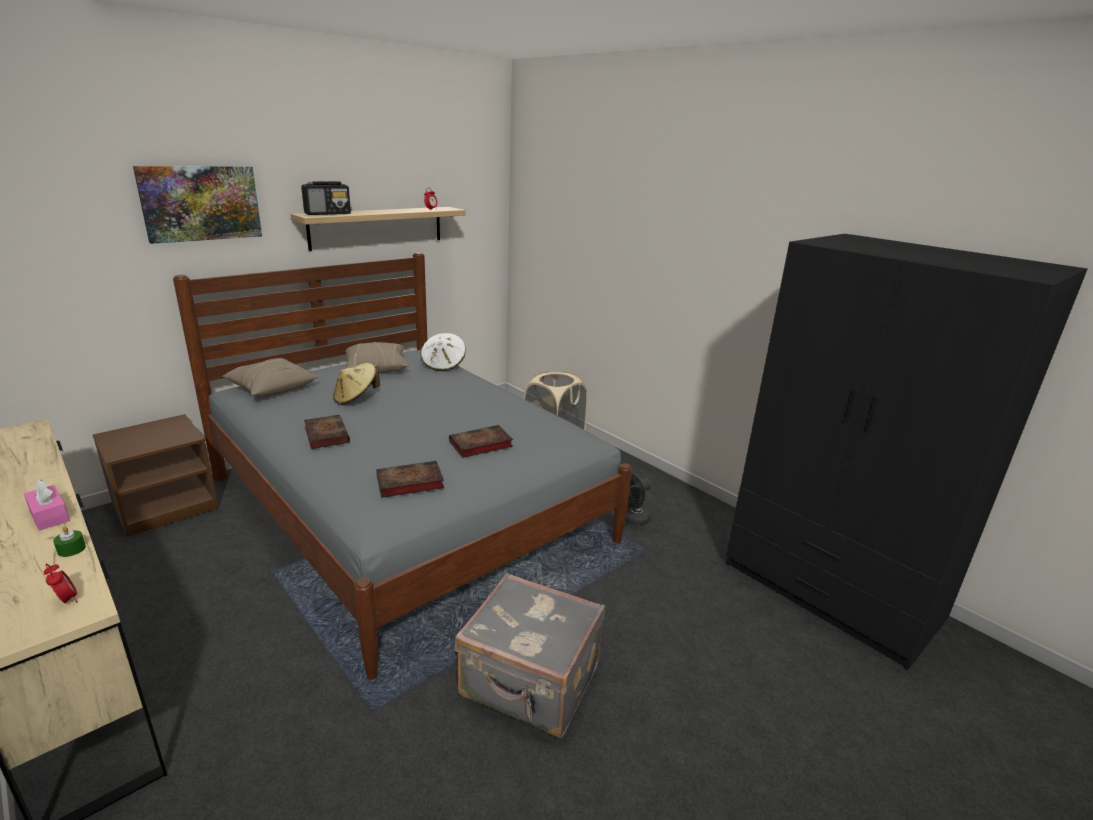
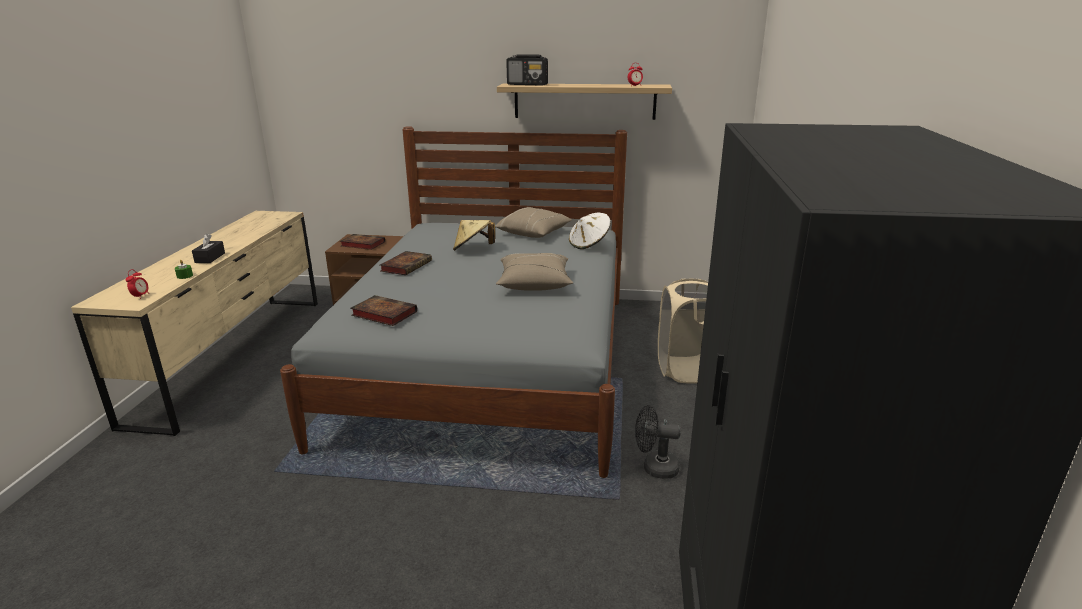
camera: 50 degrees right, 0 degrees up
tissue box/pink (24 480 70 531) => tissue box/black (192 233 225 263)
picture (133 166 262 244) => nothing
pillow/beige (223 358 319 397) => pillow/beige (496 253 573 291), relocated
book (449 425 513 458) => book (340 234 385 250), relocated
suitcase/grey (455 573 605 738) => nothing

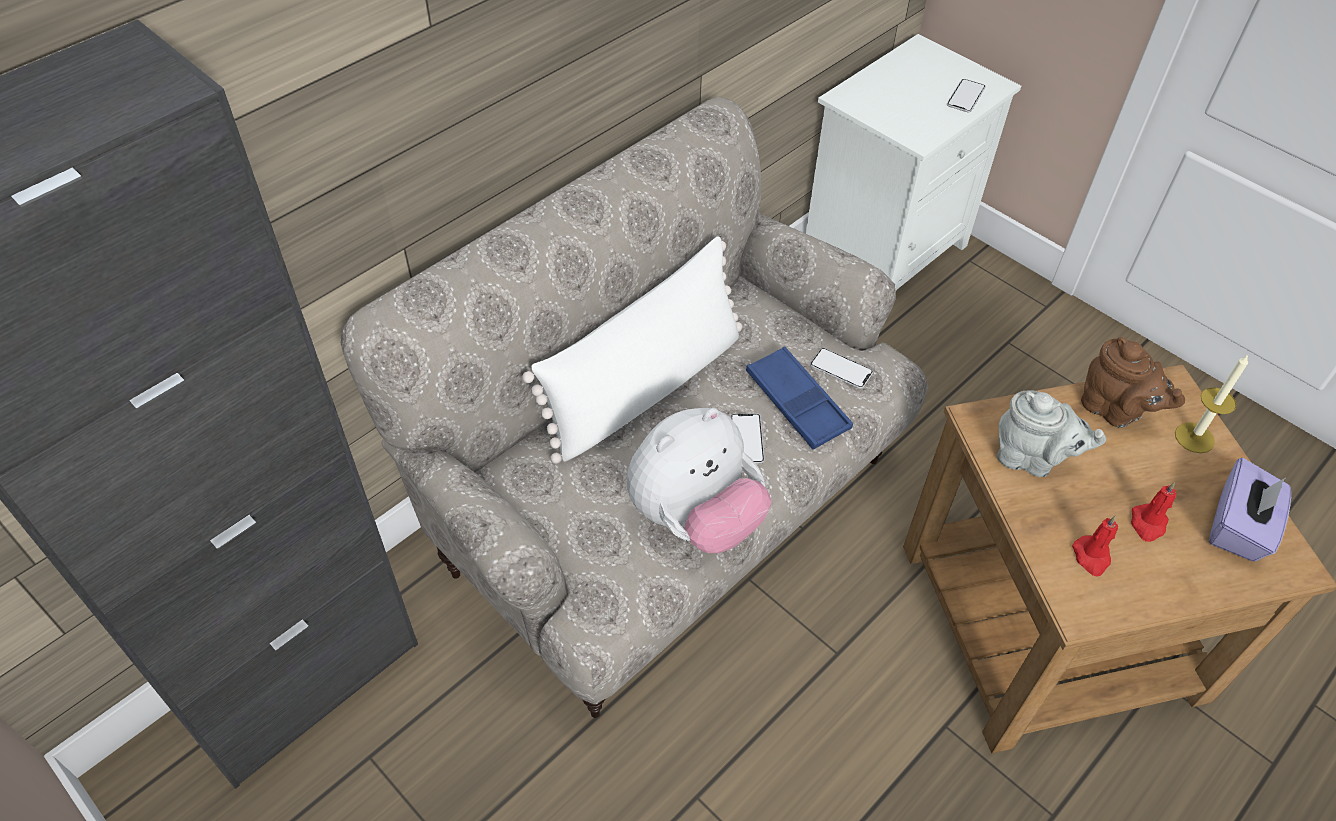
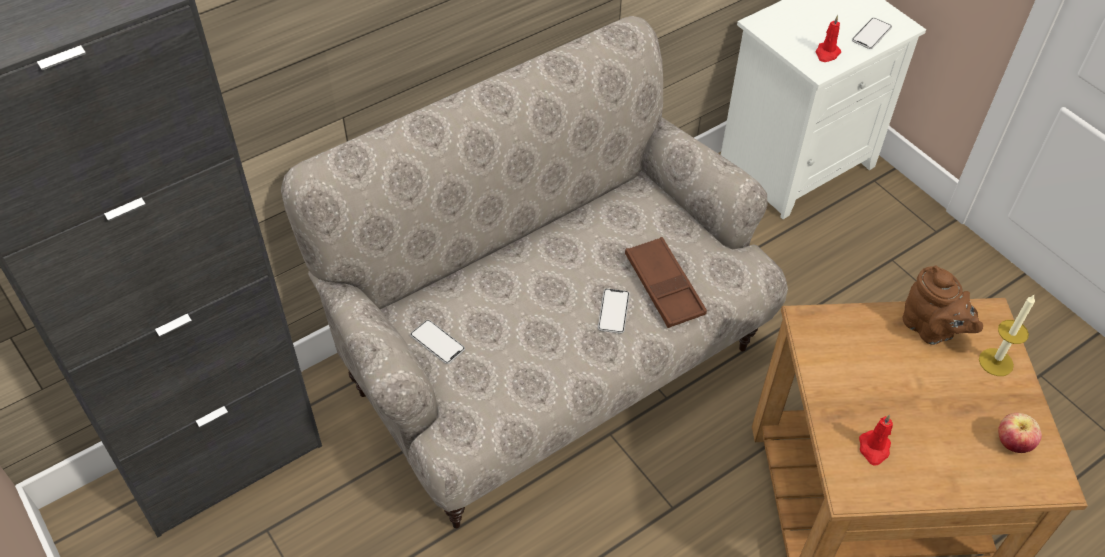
camera: 10 degrees right, 0 degrees up
pillow/white (522 237 742 464) => nothing
plush toy (627 408 771 553) => nothing
tray/blue (746 346 853 450) => tray/brown (625 237 707 328)
phone (810 348 873 389) => phone (410 320 465 364), relocated
teapot/grey (997 390 1106 477) => nothing
candle/red (1131 482 1176 542) => candle/red (816 15 841 62), relocated
tissue box/purple (1209 458 1291 561) => apple (998 413 1042 453)

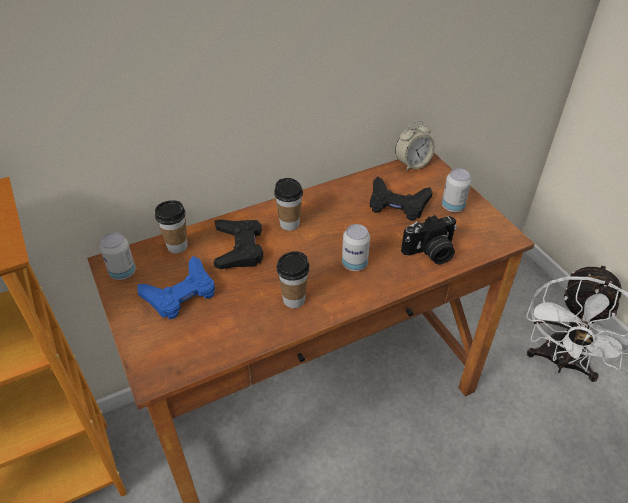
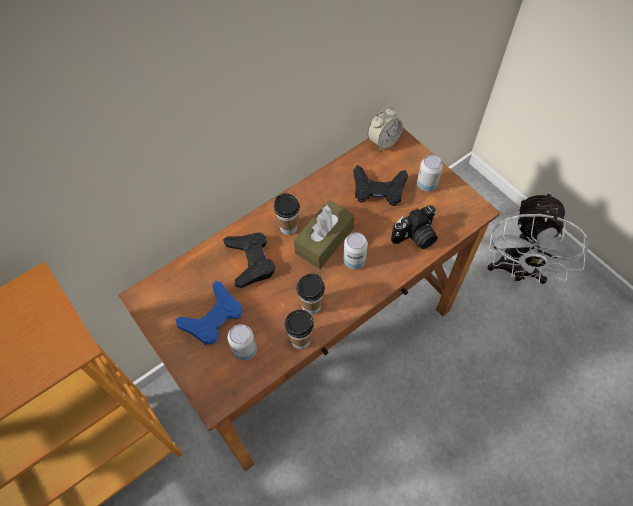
camera: 10 degrees left, 15 degrees up
can (100 232 136 280) => can (228 324 257 360), relocated
cup (155 200 188 254) => cup (284 310 314 349), relocated
nothing => tissue box/brown (294 200 354 269)

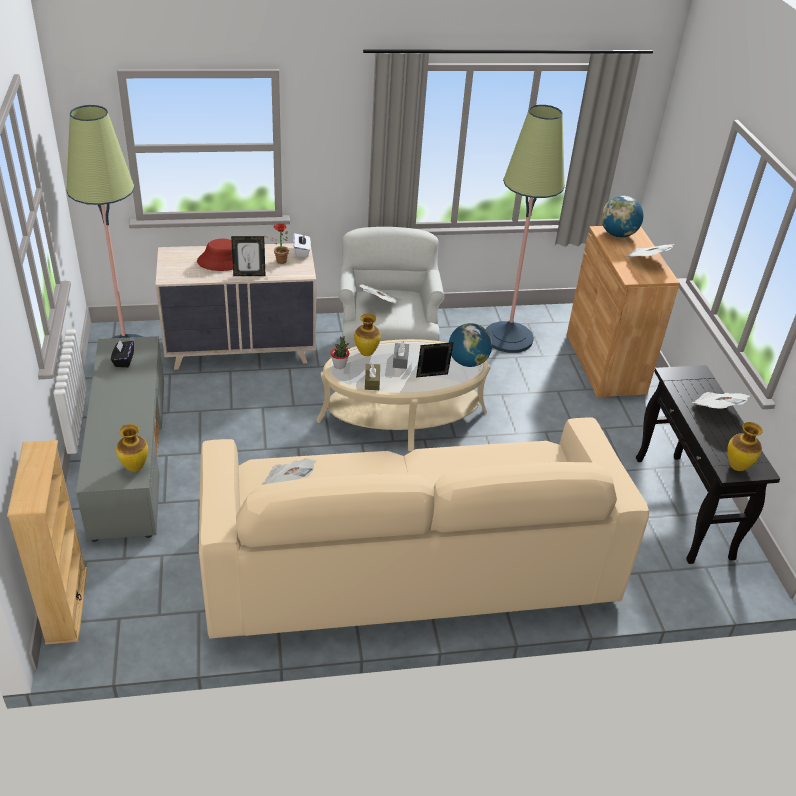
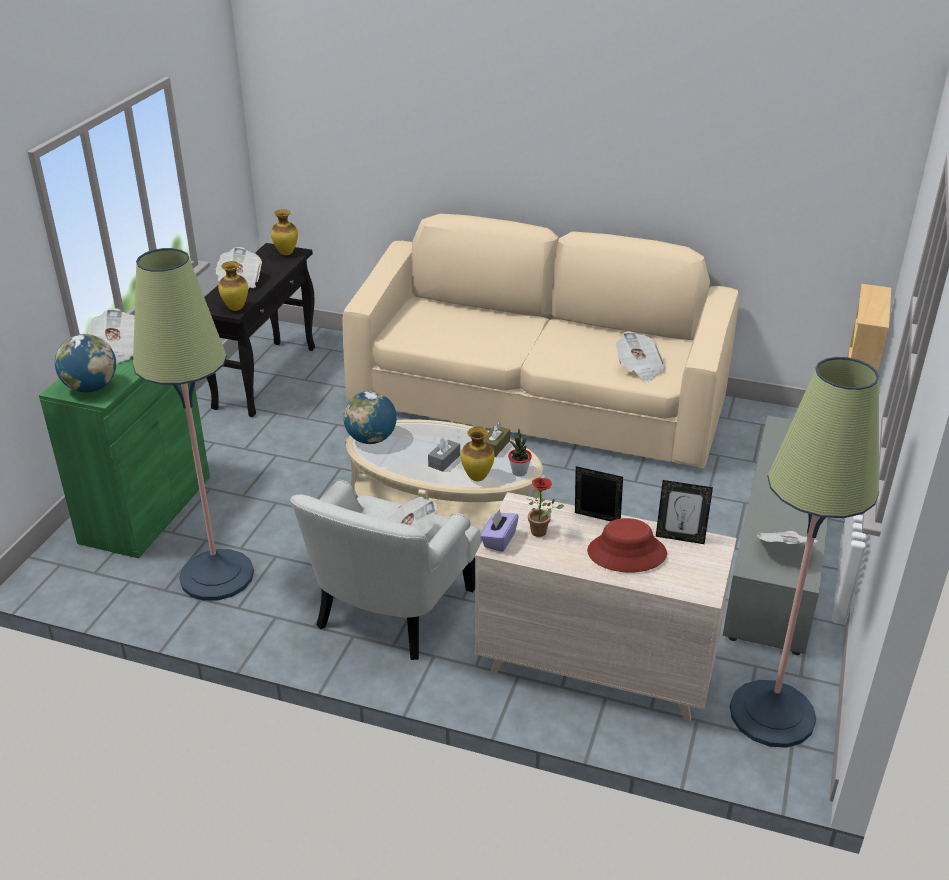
camera: 150 degrees left, 5 degrees down
tissue box/black (111 340 134 367) => newspaper (757 531 819 544)
vase (116 424 148 472) => vase (218 261 248 311), relocated
tissue box/white (293 233 311 257) => tissue box/purple (480 509 519 552)
picture frame (416 342 454 377) => picture frame (656 480 713 544), relocated
cabinet/brown (567 226 680 397) => cabinet/green (39 356 210 558)

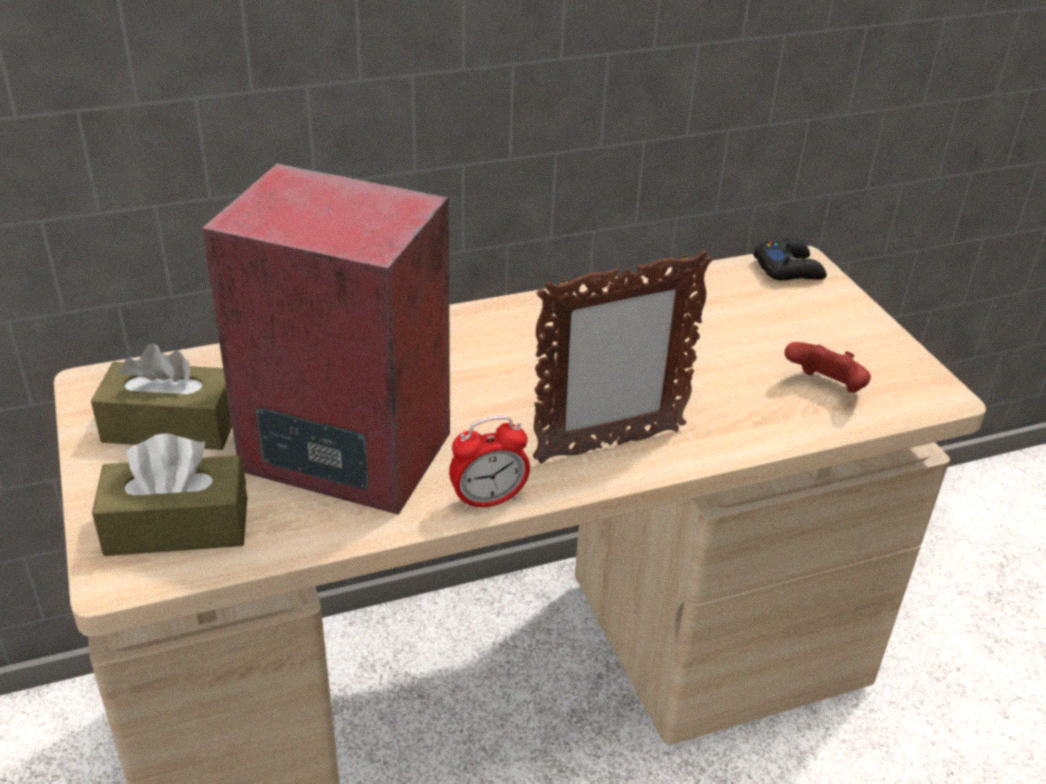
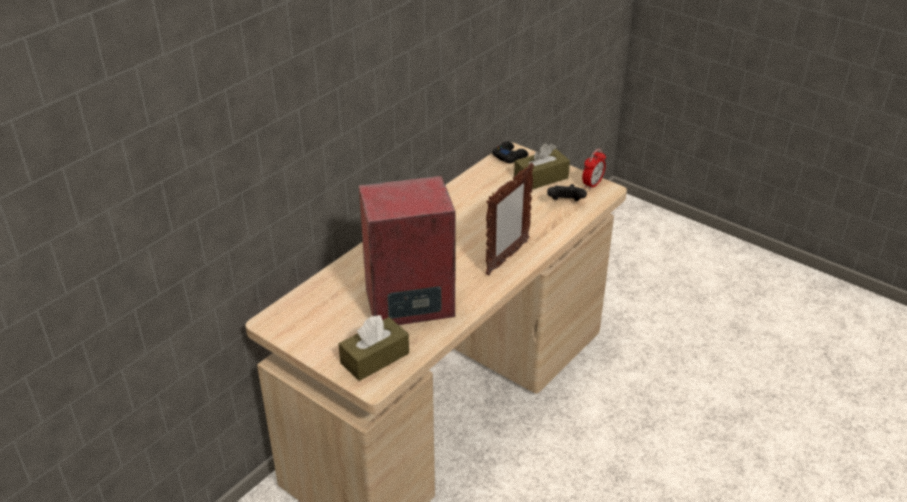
camera: 30 degrees left, 0 degrees up
tissue box/brown (91 343 232 450) => tissue box/brown (514 143 570 190), relocated
alarm clock (449 416 530 511) => alarm clock (582 148 606 190), relocated
game controller/red (785 342 871 393) => game controller/black (547 184 587 201)

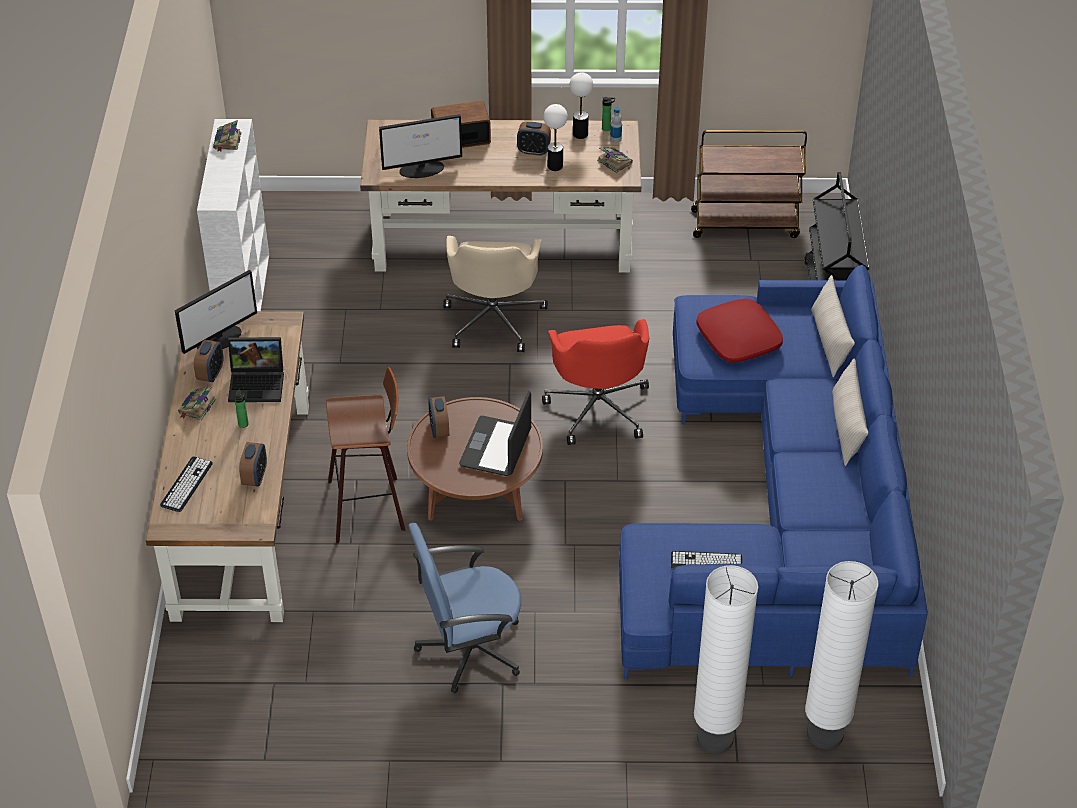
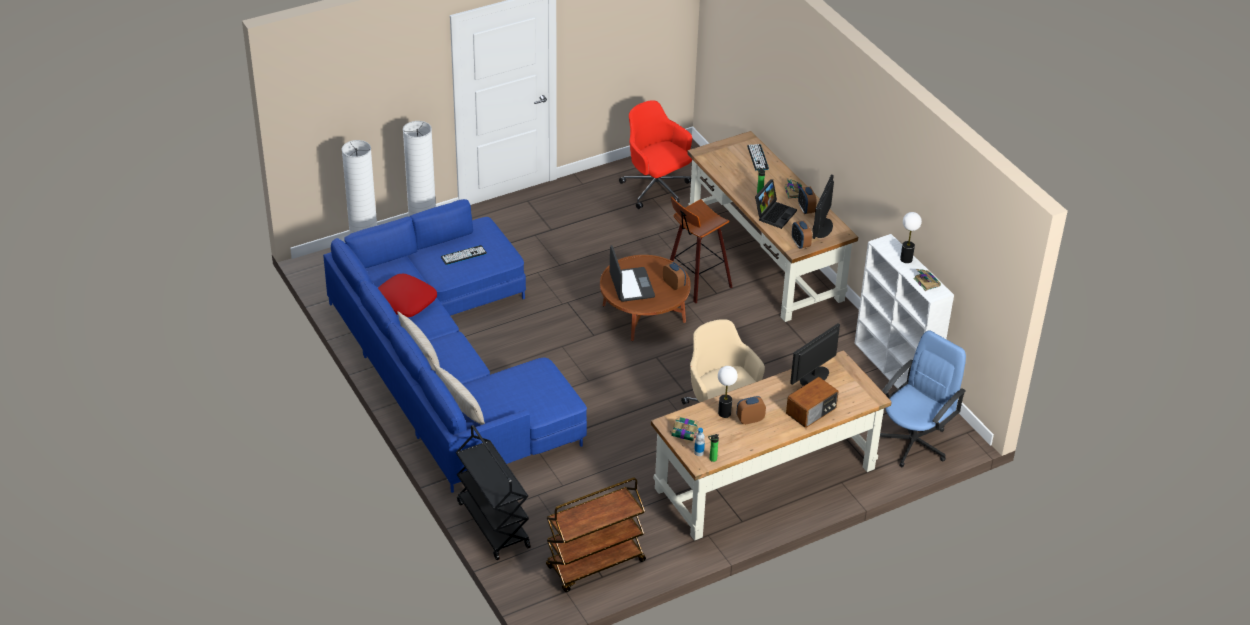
camera: 150 degrees right, 5 degrees down
laptop (228 337 284 402) => laptop (755 179 797 229), 150 degrees clockwise
alarm clock (239 442 267 487) => alarm clock (792 220 812 249), relocated
office chair/blue (409 523 521 693) => office chair/blue (880 330 966 467), relocated
office chair/red (542 319 649 445) => office chair/red (619 100 692 209), relocated
table lamp (570 72 593 139) => table lamp (900 212 922 263), relocated
pillow/red (696 298 783 363) => pillow/red (378 274 437 317), relocated

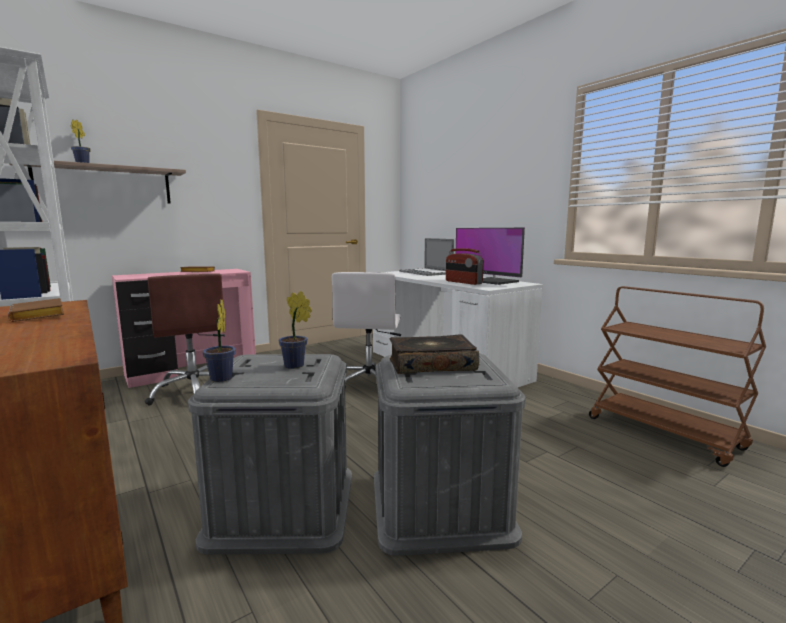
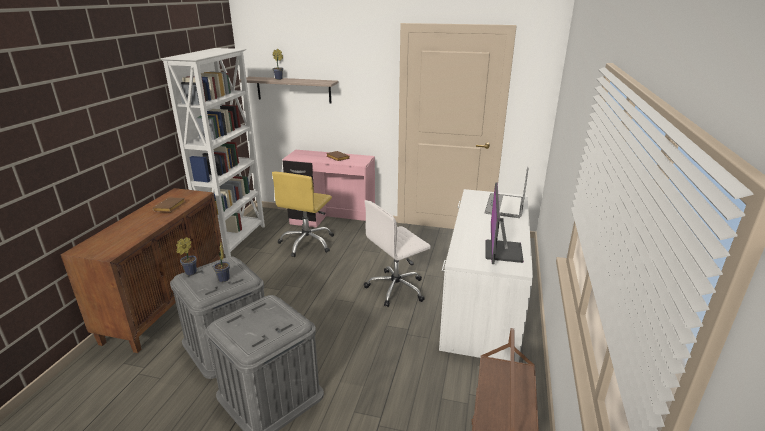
camera: 50 degrees right, 15 degrees up
office chair/brown (145 274 225 406) => office chair/yellow (272 171 334 257)
book (390 334 479 374) => nothing
radio (446 248 484 285) => nothing

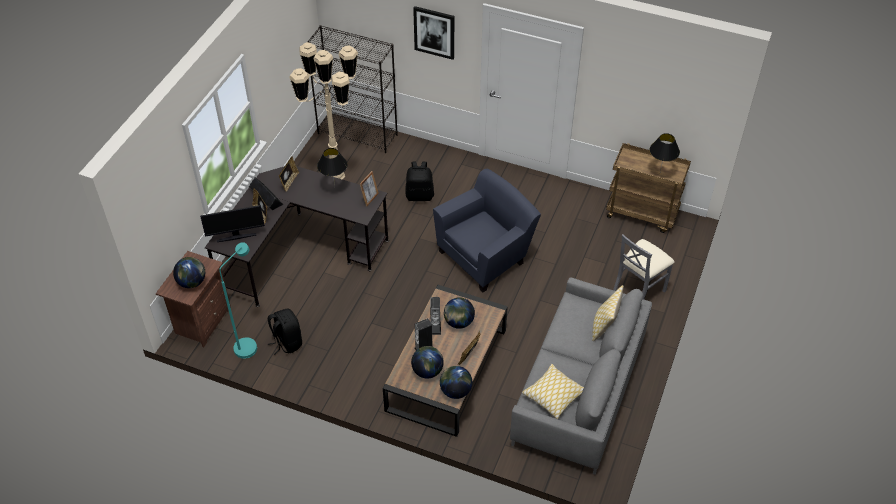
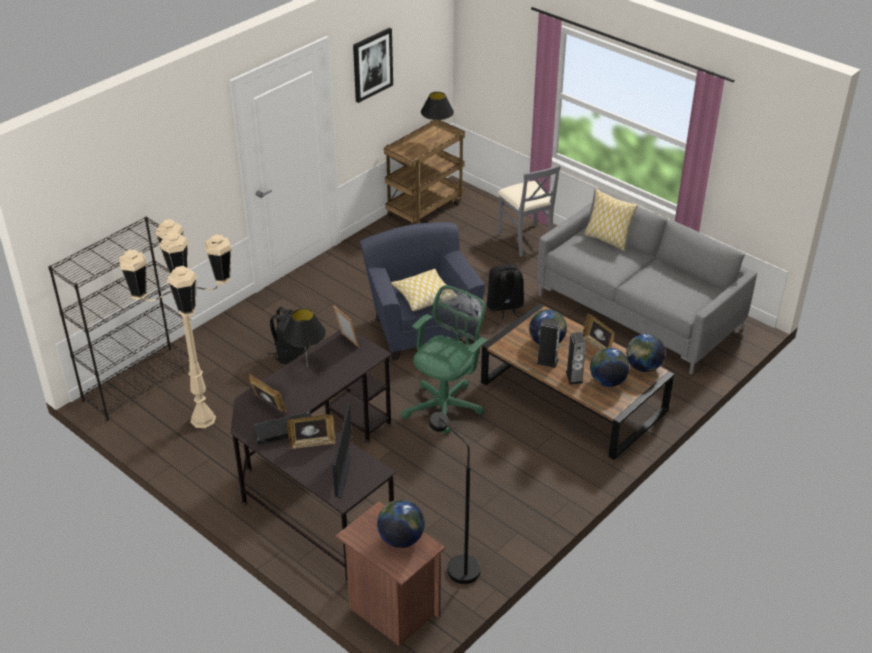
camera: 70 degrees left, 10 degrees down
floor lamp/turquoise (219 242 257 359) => floor lamp/black (429 412 481 584)
backpack/black (268 308 302 355) => backpack/black (487 264 524 319), relocated
picture (413 6 454 60) => picture (353 28 393 103), relocated
pillow (522 364 584 419) => pillow (391 269 451 311), relocated
nothing => office chair/green (401 285 488 434)

